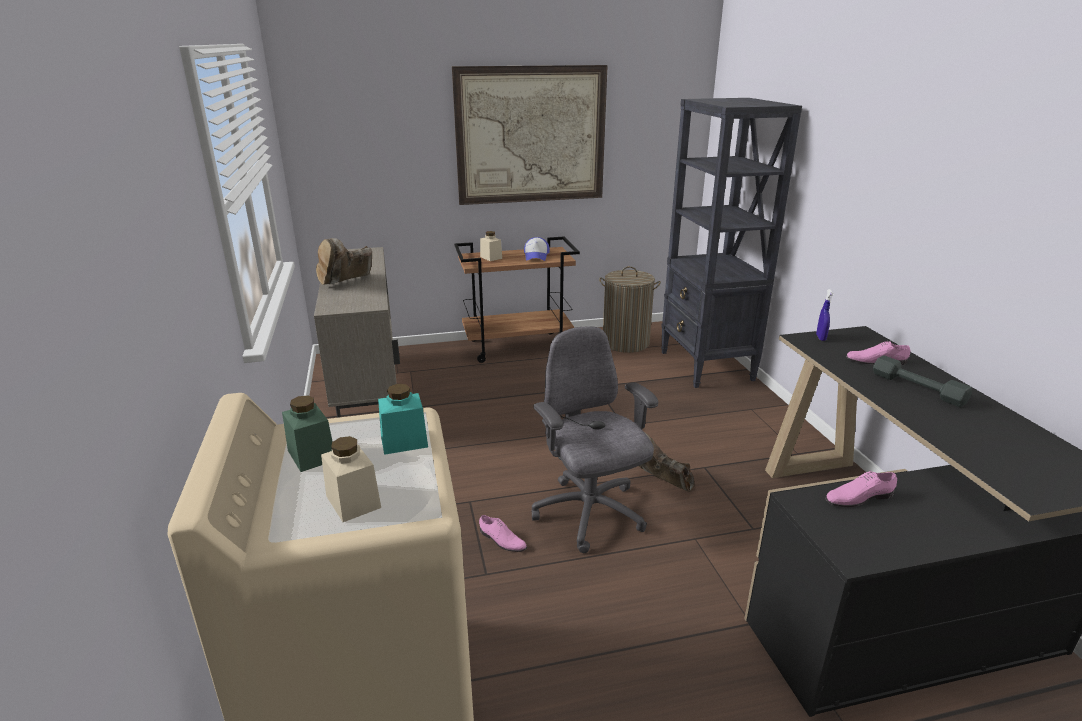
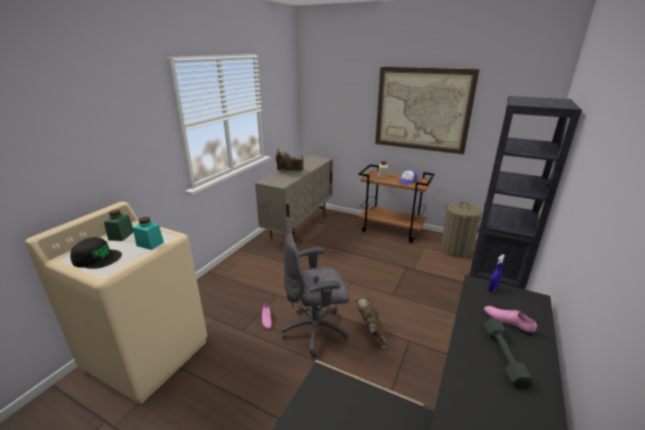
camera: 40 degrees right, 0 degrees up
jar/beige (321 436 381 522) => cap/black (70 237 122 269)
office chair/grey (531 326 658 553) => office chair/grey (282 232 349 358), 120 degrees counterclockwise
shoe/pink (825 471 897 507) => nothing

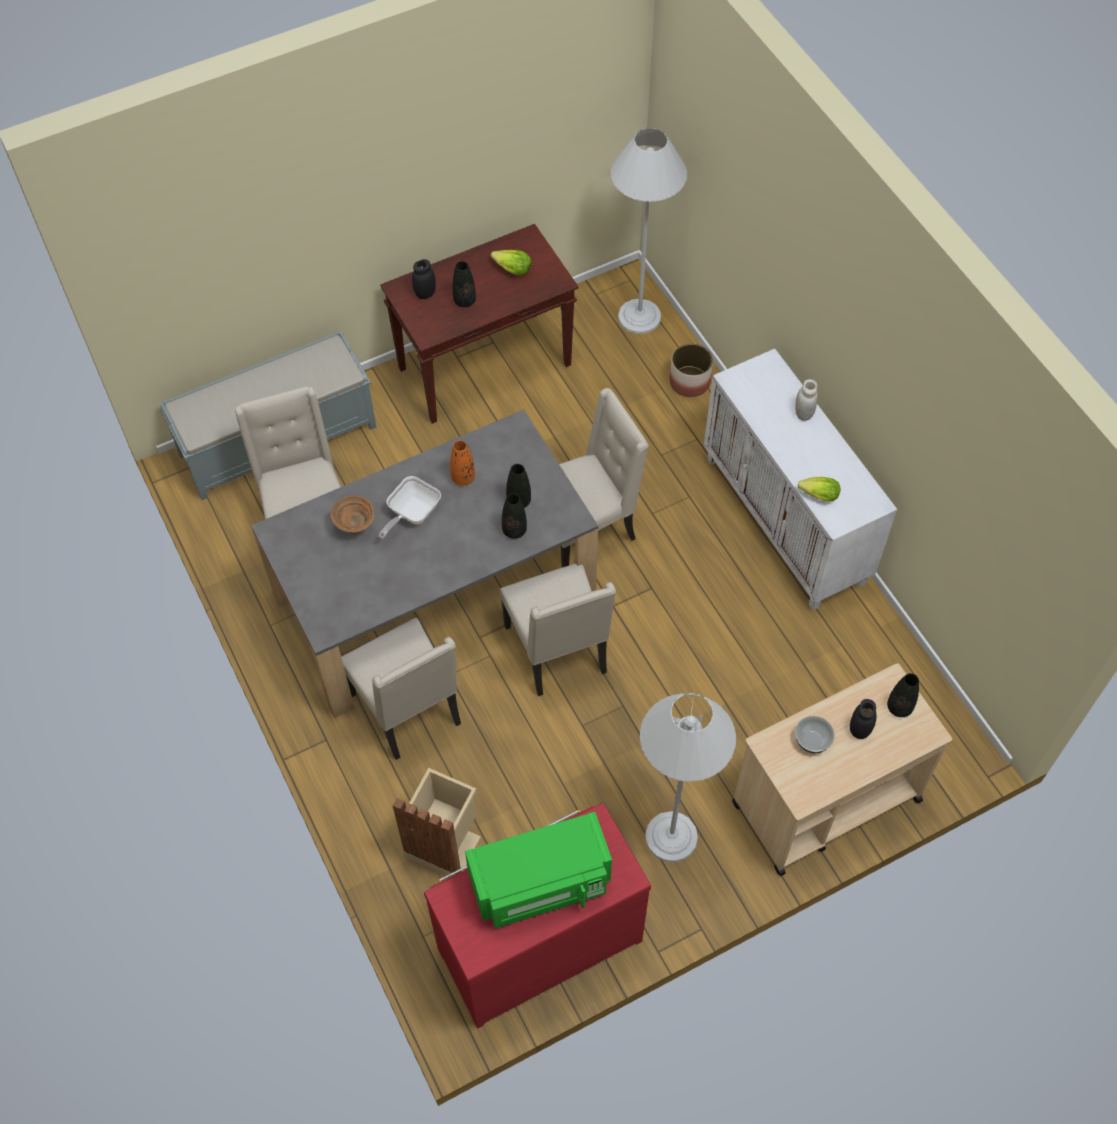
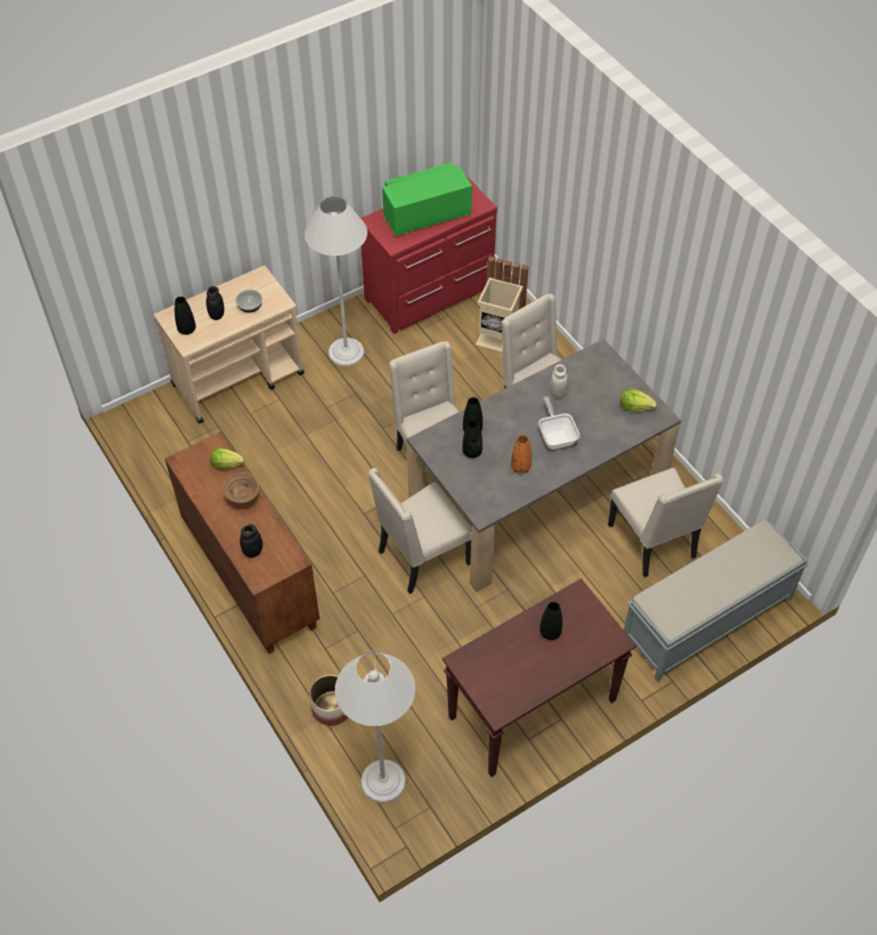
camera: 175 degrees right, 5 degrees down
bowl/brown (331 495 375 535) => bowl/brown (223 472 259 504), relocated
frying pan (379 476 441 539) => frying pan (539 396 580 449), 45 degrees counterclockwise
jar/black (412 259 436 299) => jar/black (240 524 263 558), relocated
lettuce (491 250 532 275) => lettuce (620 388 657 411), relocated
cabinet/white (704 349 897 610) => cabinet/brown (165 432 320 654)
jar/white (795 379 818 421) => jar/white (550 364 568 399), relocated

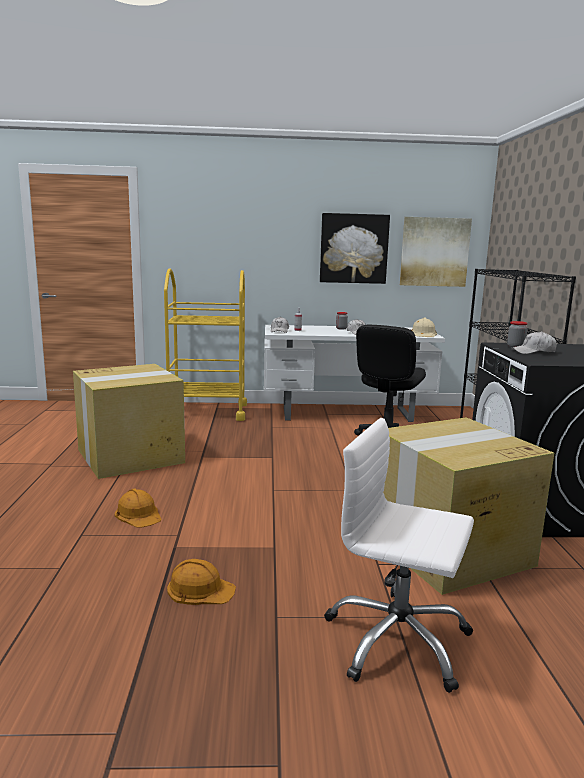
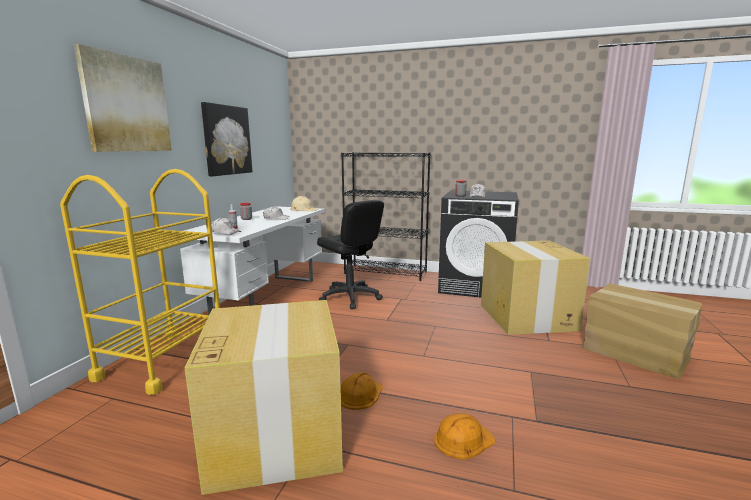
camera: 70 degrees left, 0 degrees up
hard hat/orange (167 559 236 605) => hard hat/orange (341 372 383 410), relocated
office chair/white (324 418 474 693) => cardboard box (583 283 702 379)
picture (400 217 472 287) => picture (74 44 172 152), relocated

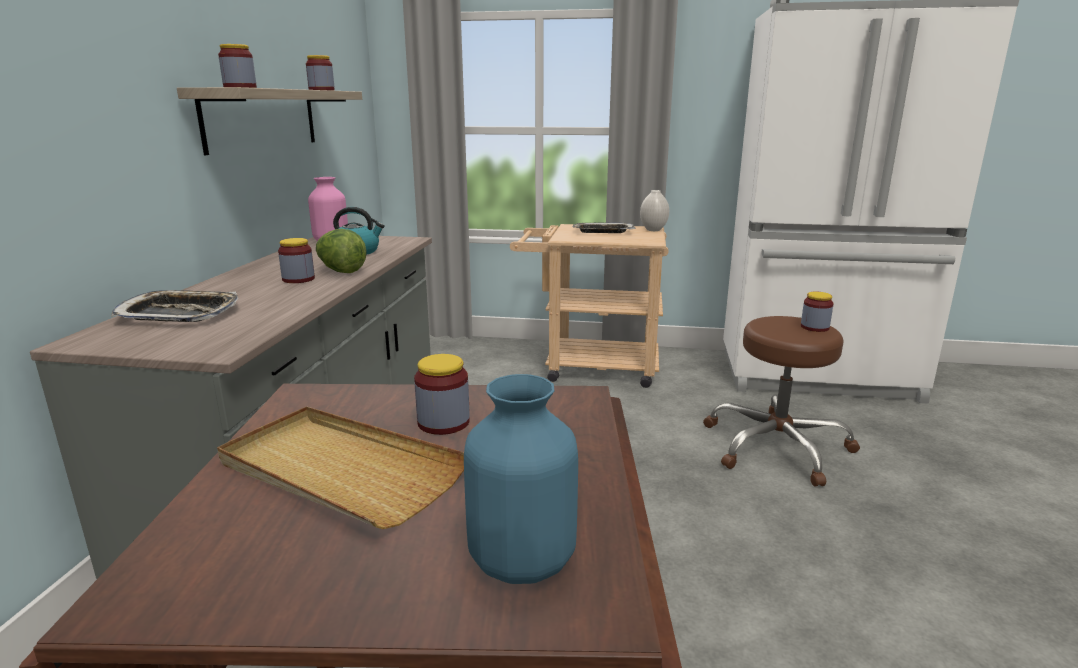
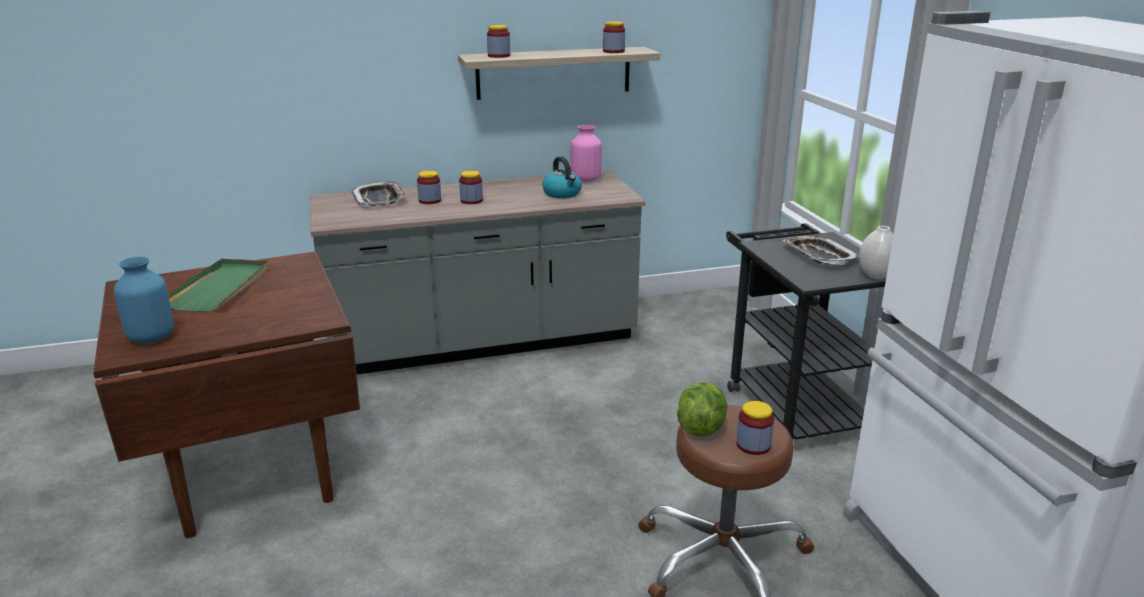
camera: 65 degrees right, 5 degrees up
tray/beige (217 406 464 529) => tray/green (168 259 269 312)
lettuce (316 229 367 273) => lettuce (677 383 727 437), relocated
jar (414 354 470 435) => jar (417 171 441 204), relocated
cart/beige (510 224 669 388) => cart/black (726 223 886 440)

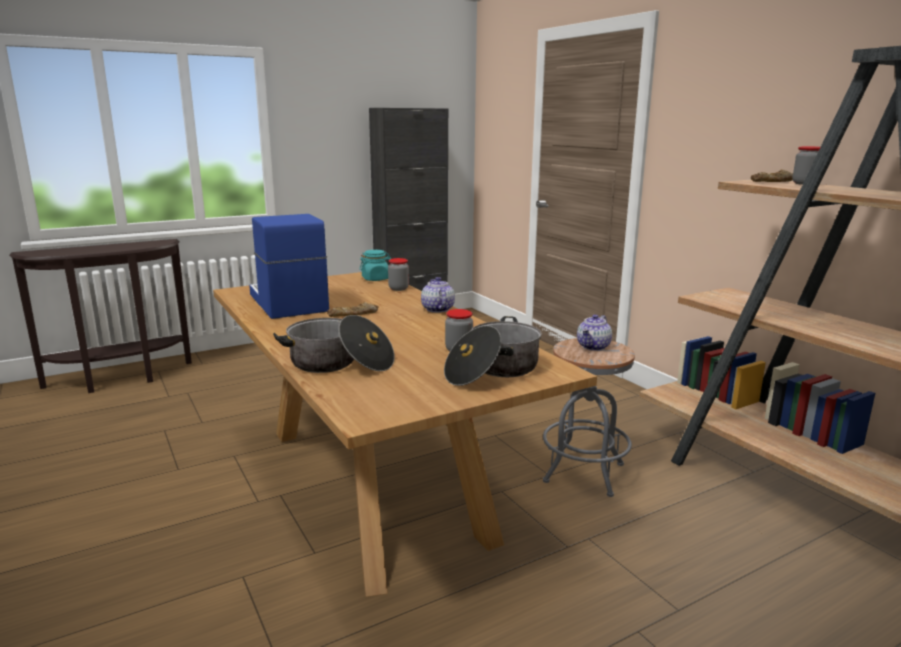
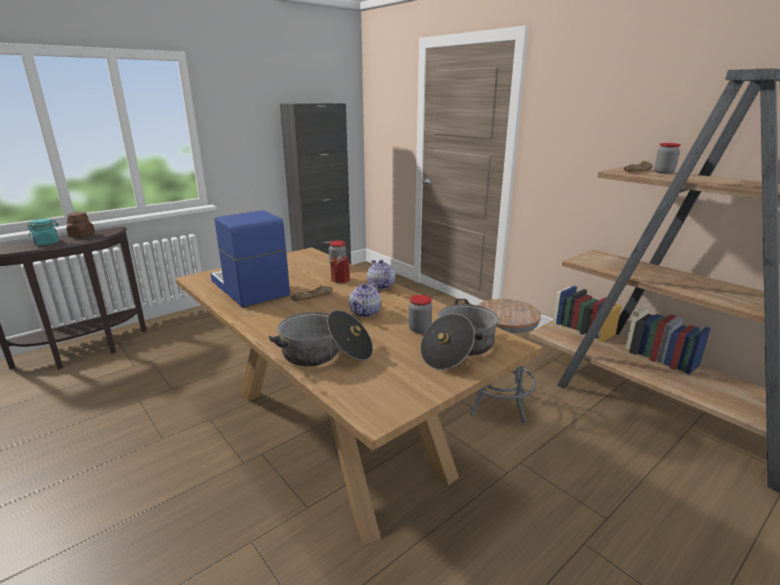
camera: 10 degrees left, 5 degrees up
jar/turquoise (360 250 391 281) => jar/turquoise (27 218 59 245), relocated
teapot (577 314 612 351) => teapot (349 282 381 317), relocated
nothing => jar/brown (66 212 95 237)
nothing => candle/red (331 255 350 283)

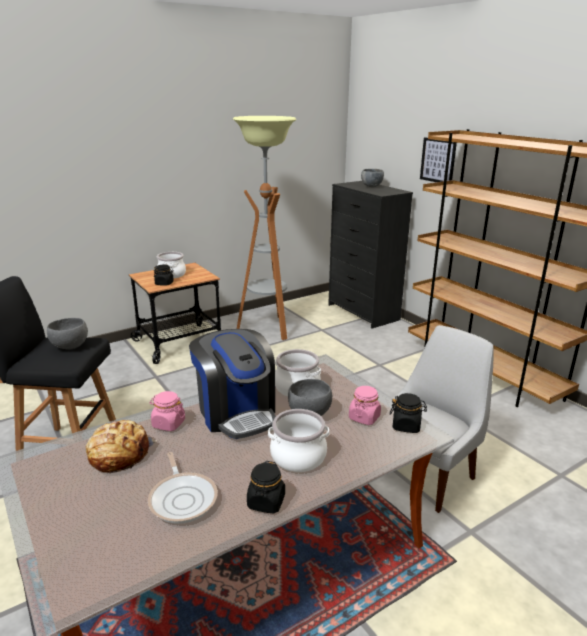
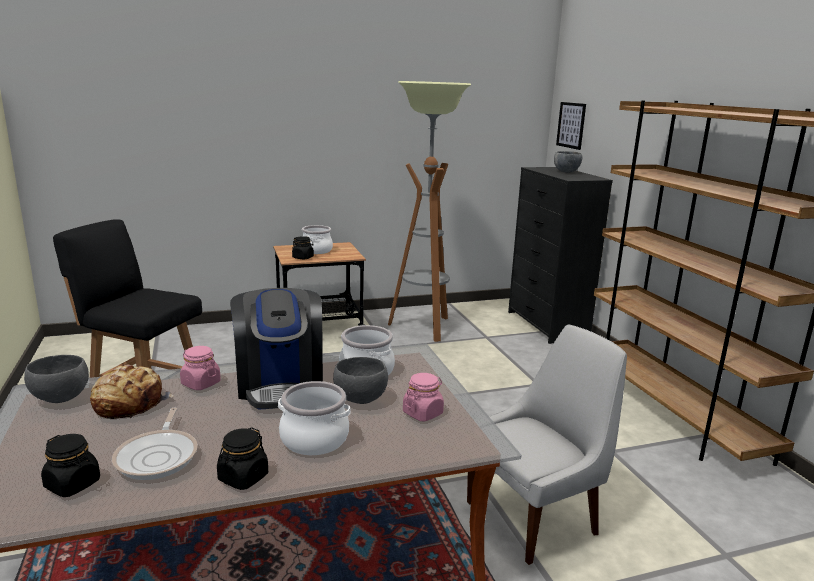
camera: 15 degrees right, 5 degrees down
bowl/grey (47 318 88 349) => bowl/grey (24 355 89 403), relocated
jar/black (390 393 427 433) => jar/black (41 434 100 497), relocated
picture (420 137 457 182) => picture (556 102 586 150), relocated

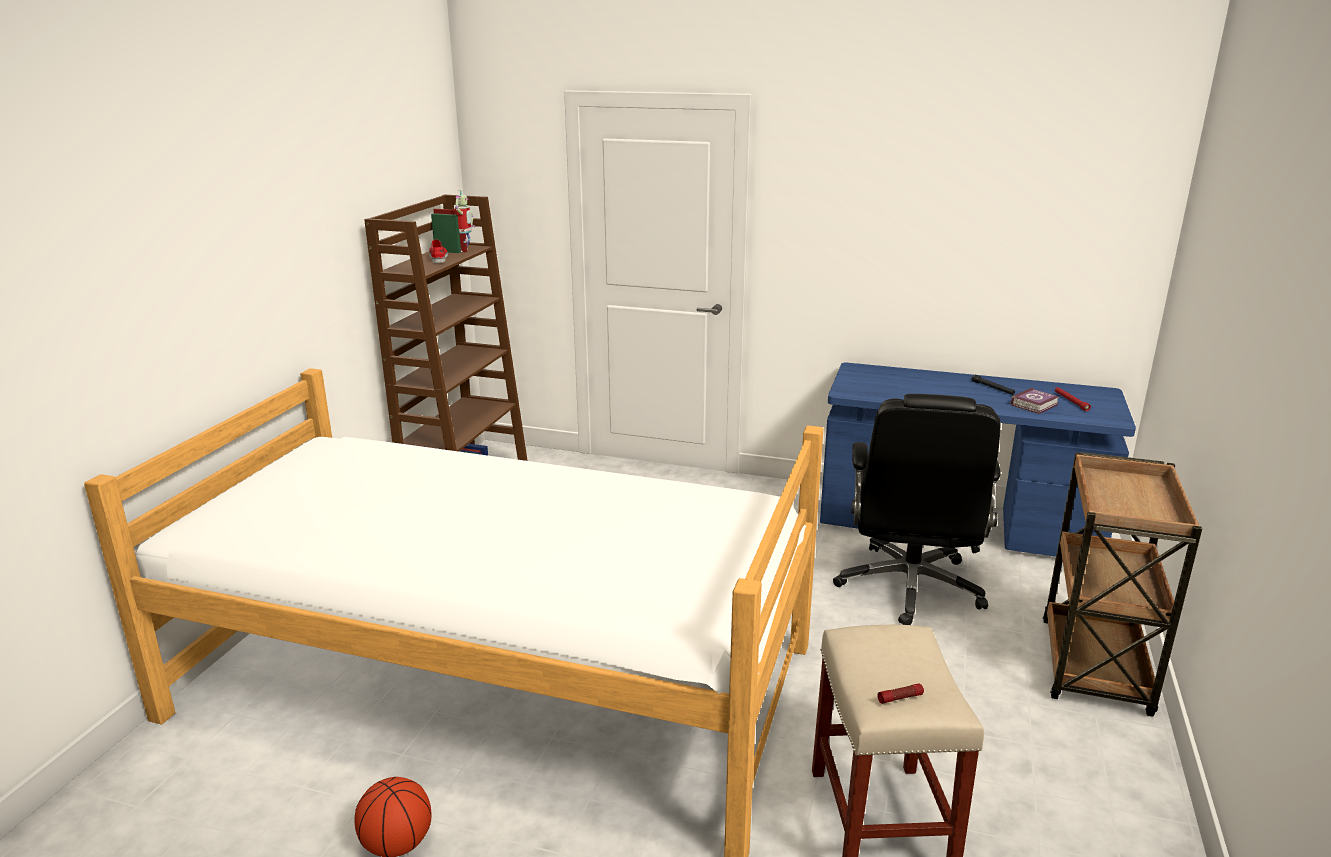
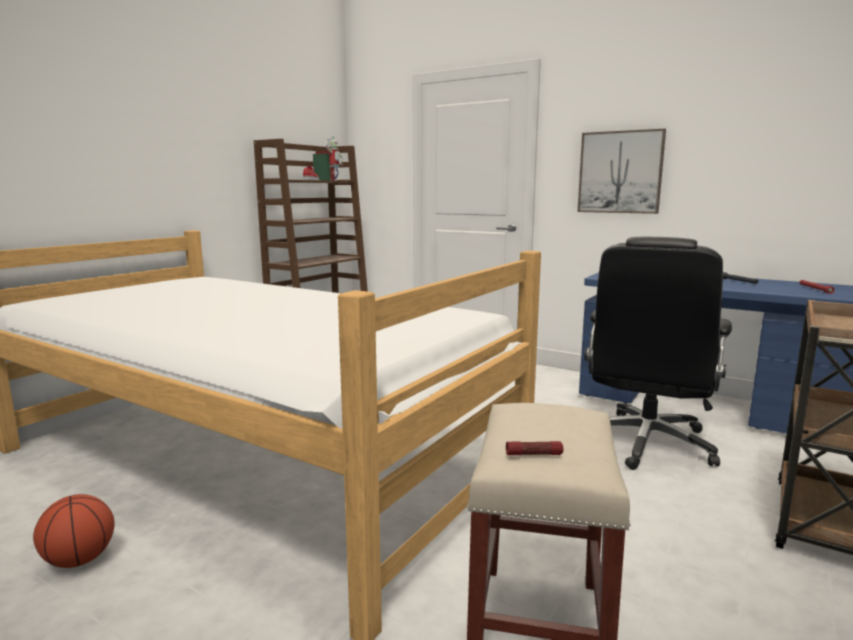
camera: 15 degrees right, 10 degrees down
book (1011 388 1059 414) => nothing
nothing => picture (577 129 666 214)

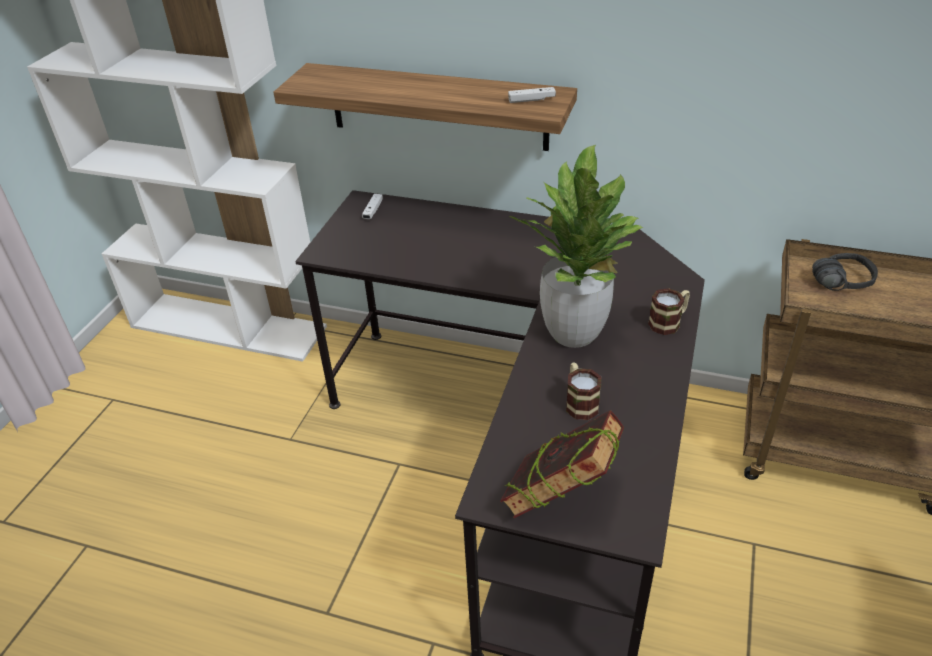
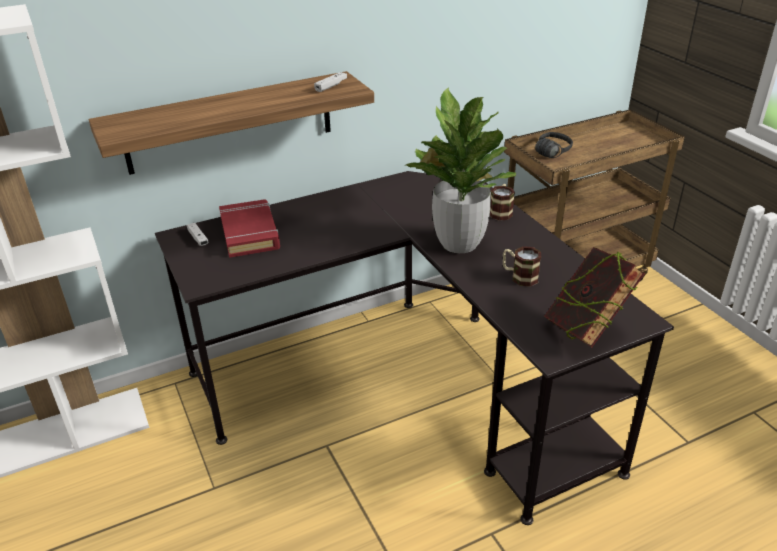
camera: 45 degrees left, 5 degrees down
nothing => book/red (219 199 280 258)

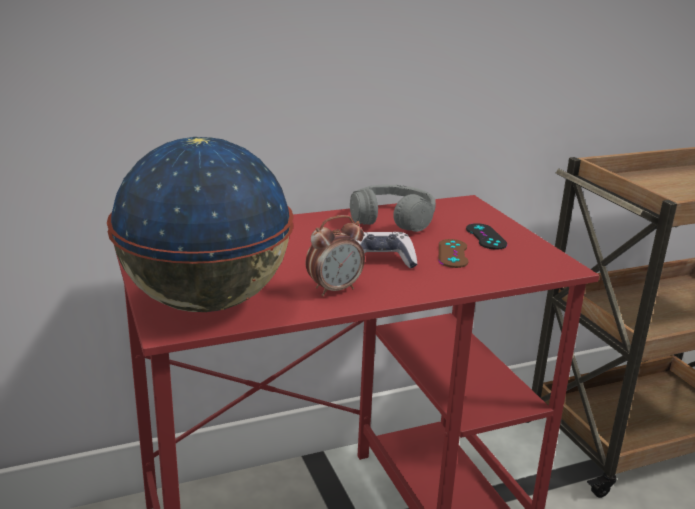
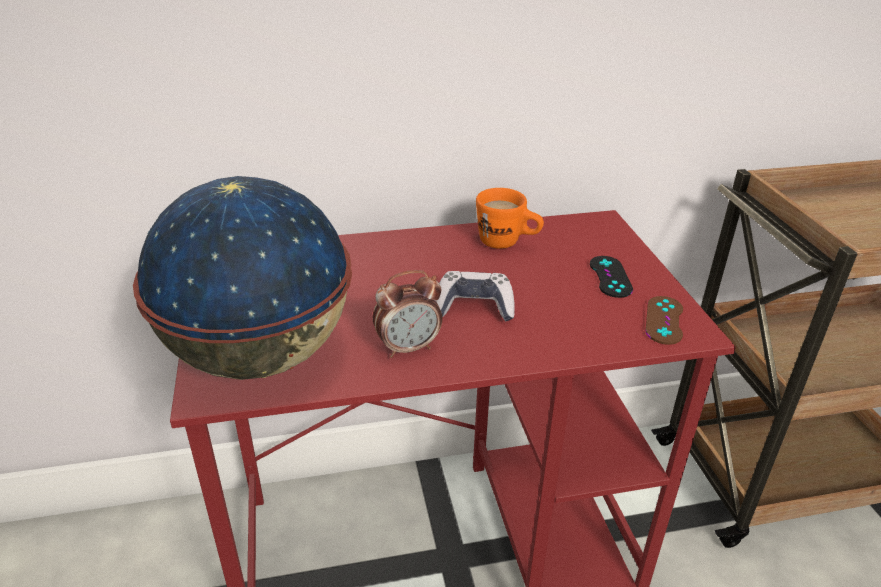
camera: 10 degrees right, 10 degrees up
headphones/grey (350 185 436 232) => mug/orange (476 188 544 249)
game controller/brown (439 239 468 268) => game controller/brown (645 296 683 345), relocated

